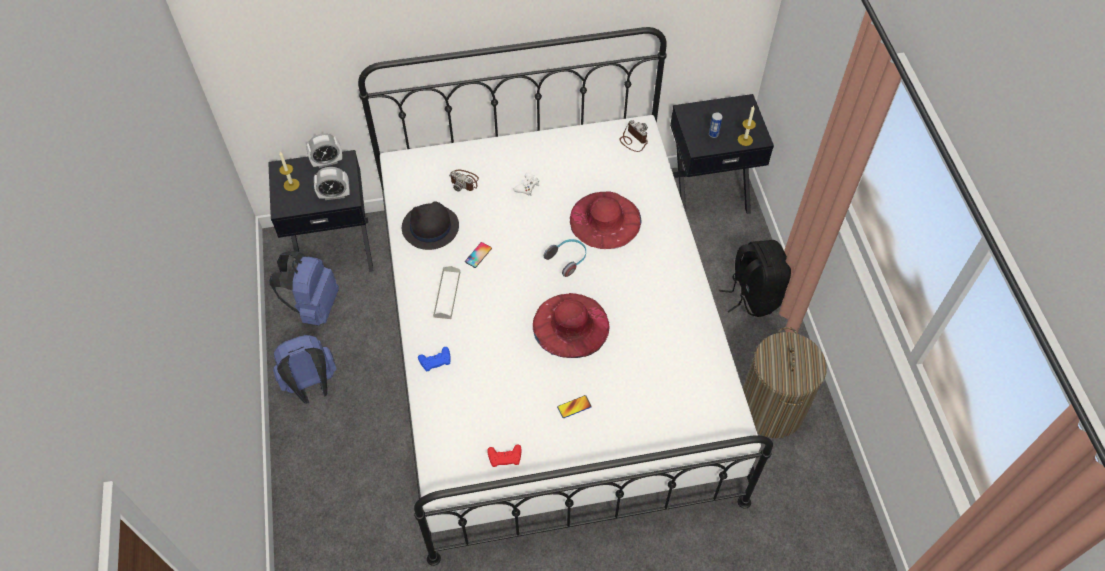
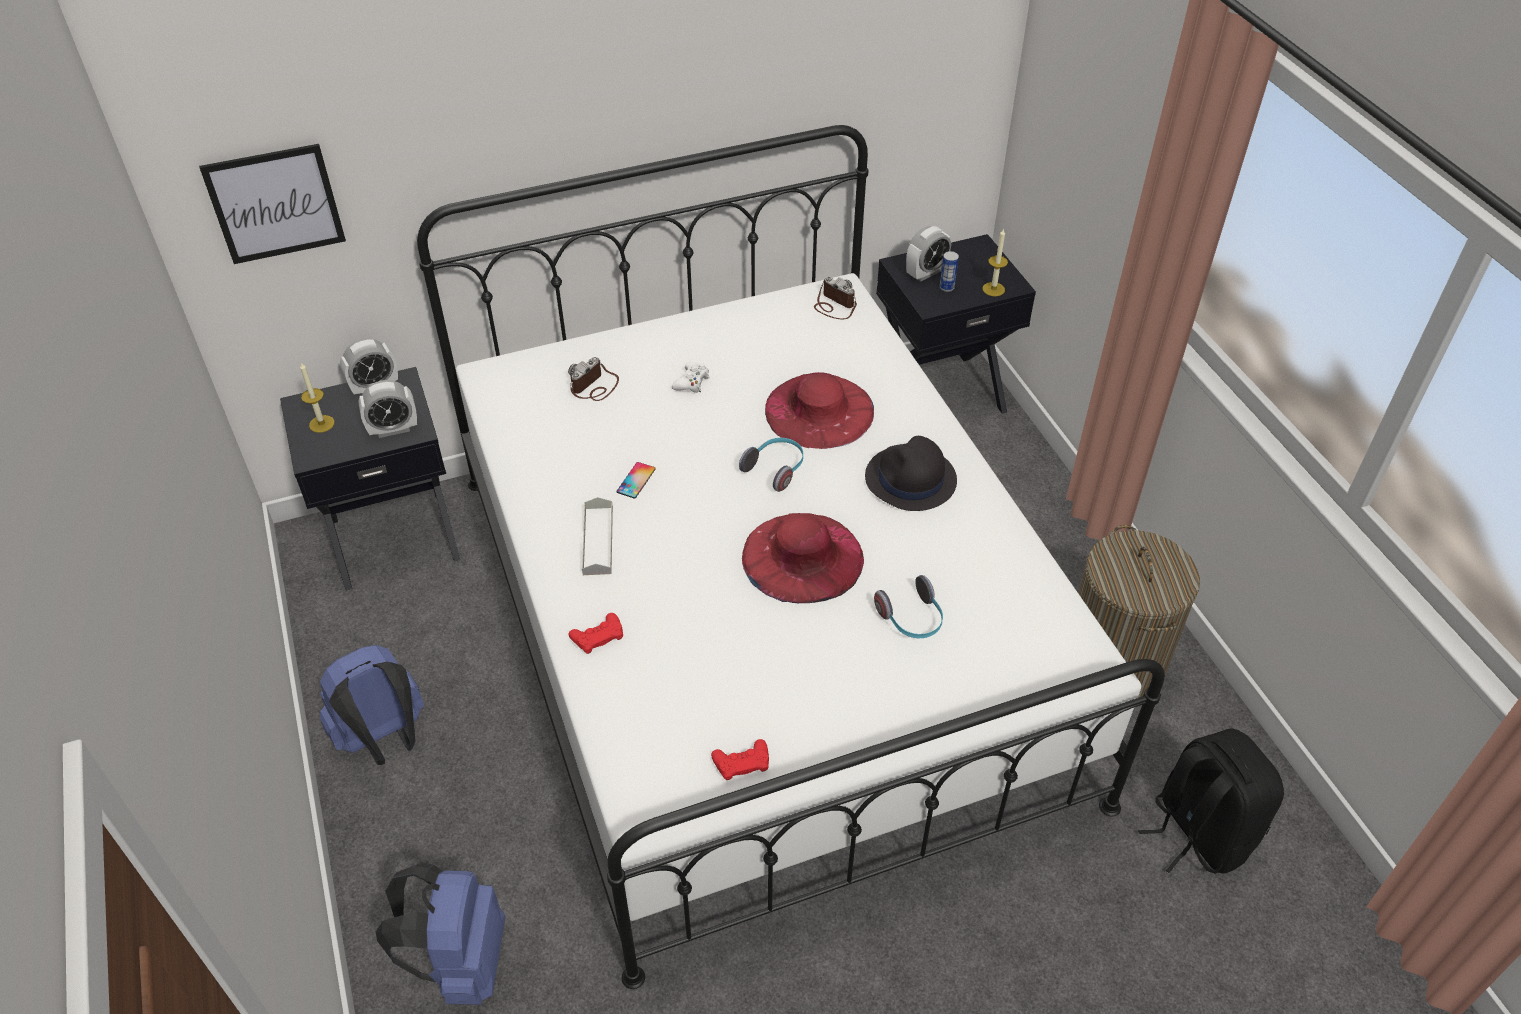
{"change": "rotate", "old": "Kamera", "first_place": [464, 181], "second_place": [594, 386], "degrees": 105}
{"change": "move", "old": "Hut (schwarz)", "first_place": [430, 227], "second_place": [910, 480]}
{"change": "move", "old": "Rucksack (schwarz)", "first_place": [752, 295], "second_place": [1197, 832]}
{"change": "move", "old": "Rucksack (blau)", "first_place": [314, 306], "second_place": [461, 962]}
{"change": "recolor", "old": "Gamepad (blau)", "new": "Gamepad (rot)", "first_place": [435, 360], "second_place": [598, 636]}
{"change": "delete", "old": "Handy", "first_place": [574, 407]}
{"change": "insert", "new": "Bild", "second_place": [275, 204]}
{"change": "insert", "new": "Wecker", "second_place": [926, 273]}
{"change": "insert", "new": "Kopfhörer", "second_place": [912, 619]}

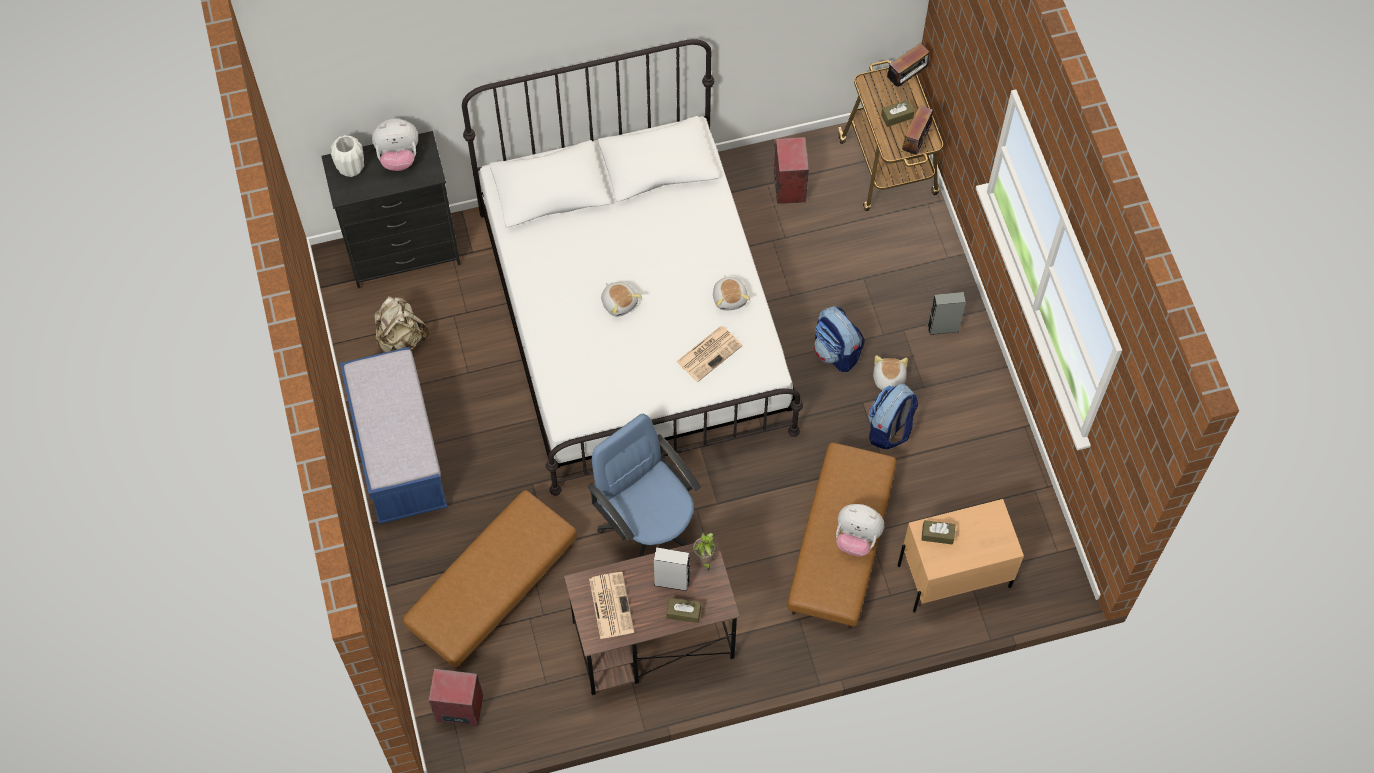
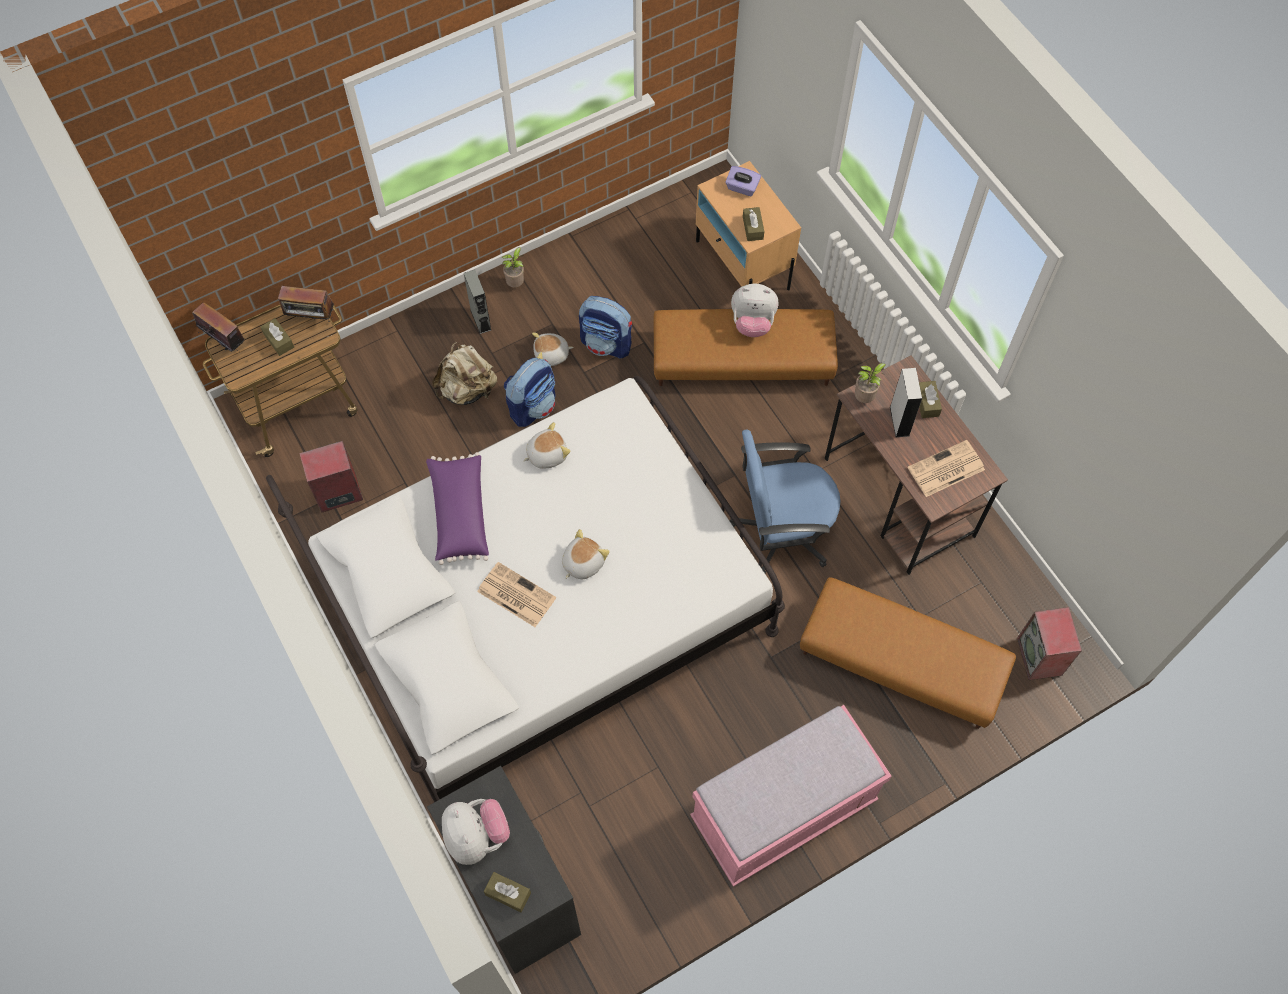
{"change": "replace", "old": "Vase (weiß)", "new": "Taschentuchbox (braun)", "first_place": [351, 168], "second_place": [508, 893]}
{"change": "move", "old": "Rucksack (beige)", "first_place": [401, 338], "second_place": [467, 390]}
{"change": "move", "old": "Zeitung", "first_place": [709, 353], "second_place": [515, 594]}
{"change": "recolor", "old": "Bank (blau)", "new": "Bank (rosa)", "first_place": [399, 455], "second_place": [783, 810]}
{"change": "rotate", "old": "Bürostuhl (blau)", "first_place": [649, 526], "second_place": [780, 531], "degrees": 45}
{"change": "rotate", "old": "Plüschtier", "first_place": [856, 538], "second_place": [752, 323], "degrees": 90}
{"change": "insert", "new": "Taschentuchbox (lila)", "second_place": [742, 188]}
{"change": "insert", "new": "Topfpflanze", "second_place": [516, 283]}
{"change": "insert", "new": "Kissen (lila)", "second_place": [459, 514]}

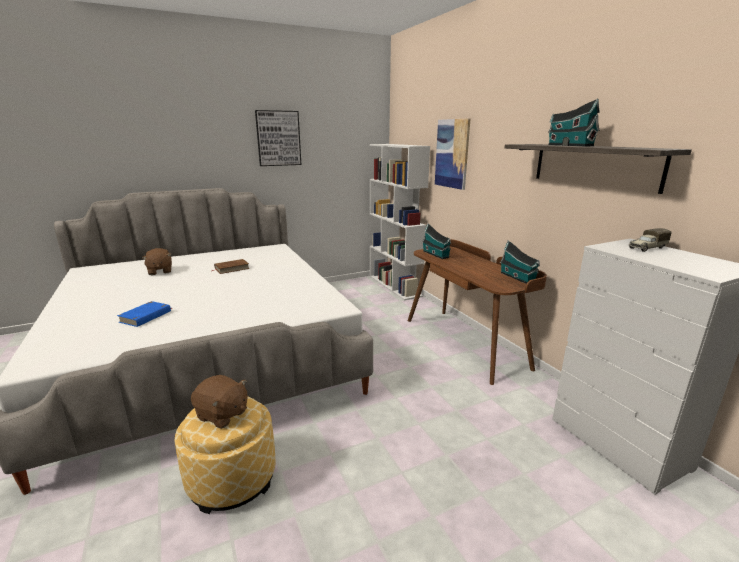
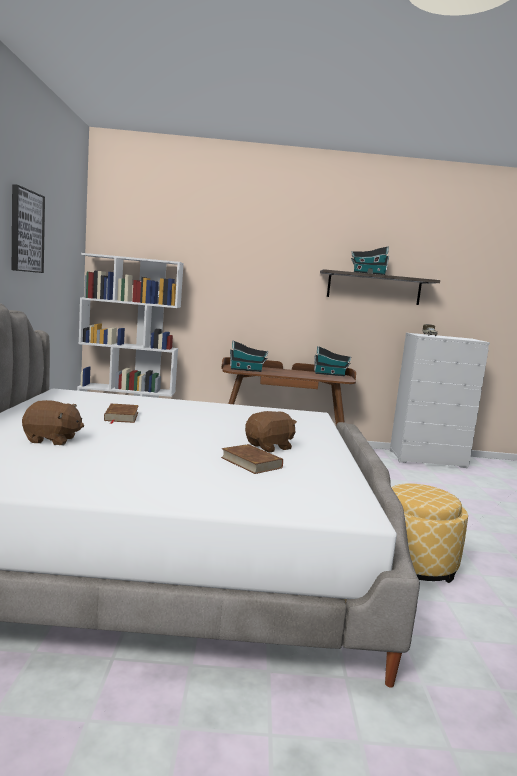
{"change": "delete", "old": "Bild", "first_place": [452, 153]}
{"change": "recolor", "old": "Buch (blau)", "new": "Buch (braun)", "first_place": [146, 316], "second_place": [251, 462]}
{"change": "move", "old": "Plüschtier (braun)", "first_place": [222, 415], "second_place": [269, 447]}

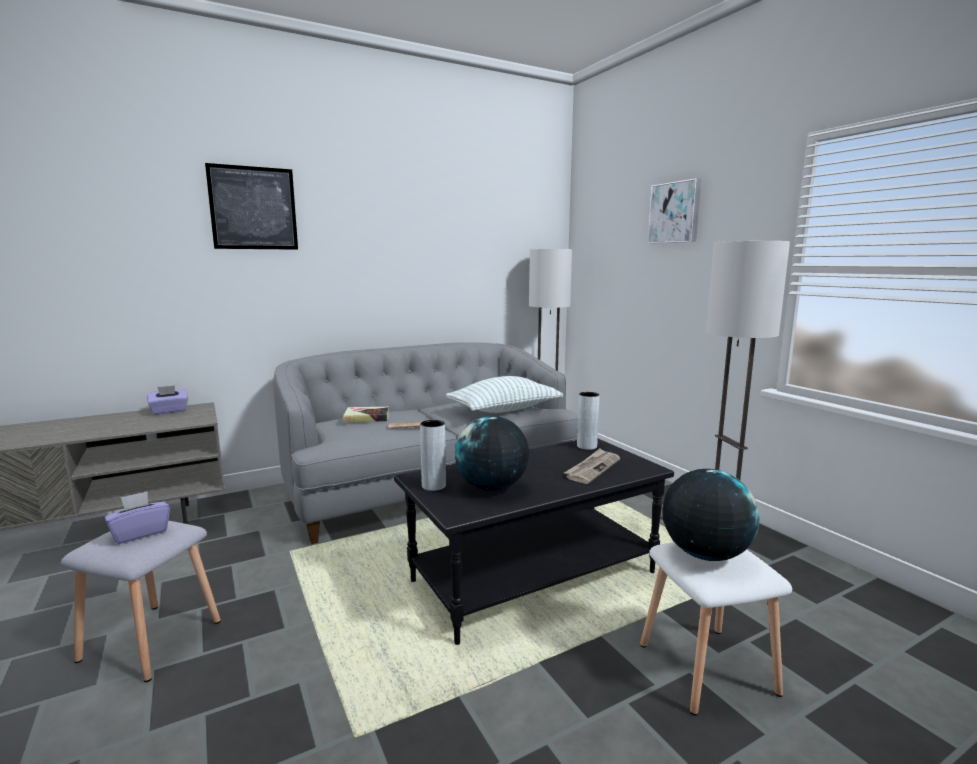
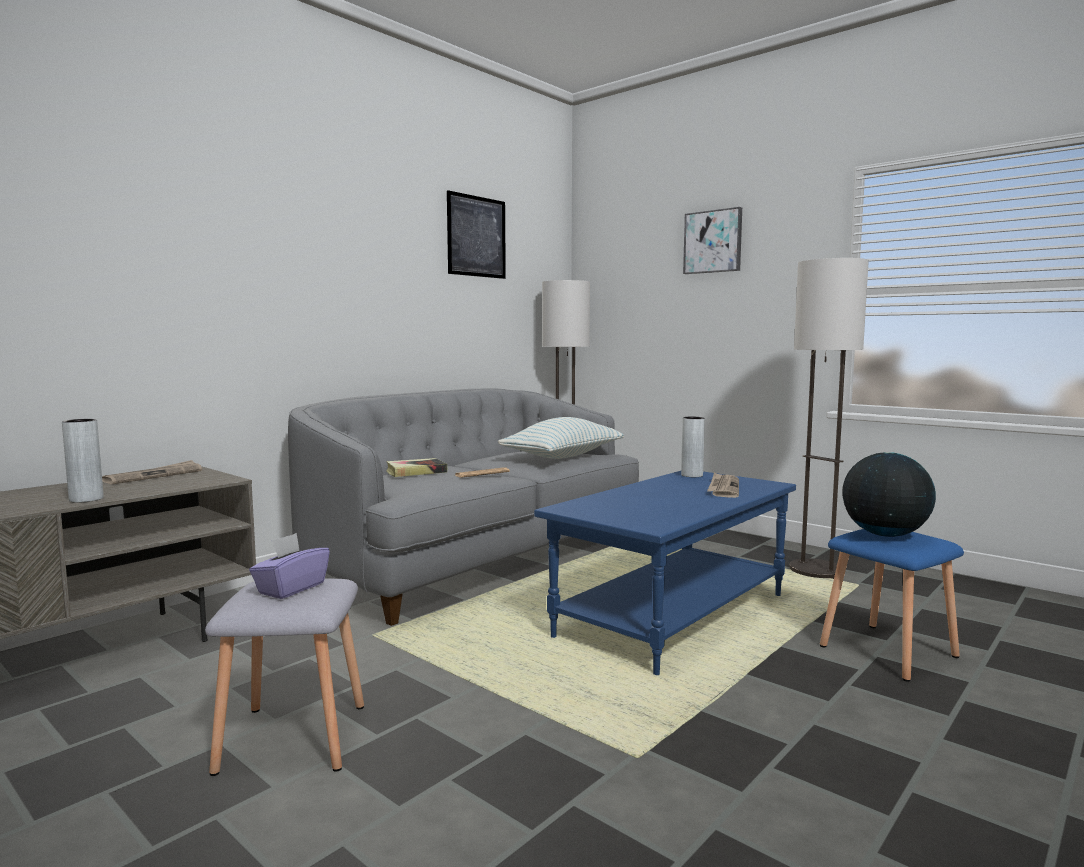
{"change": "move", "old": "Bild", "first_place": [253, 208], "second_place": [476, 236]}
{"change": "replace", "old": "Taschentuchbox (lila)", "new": "Zeitung", "first_place": [169, 411], "second_place": [154, 475]}
{"change": "delete", "old": "Globus", "first_place": [492, 487]}
{"change": "move", "old": "Vase (grau)", "first_place": [433, 486], "second_place": [86, 499]}
{"change": "recolor", "old": "Couchtisch (schwarz)", "new": "Couchtisch (blau)", "first_place": [533, 576], "second_place": [672, 615]}
{"change": "recolor", "old": "Hocker (weiß)", "new": "Hocker (blau)", "first_place": [705, 669], "second_place": [888, 652]}

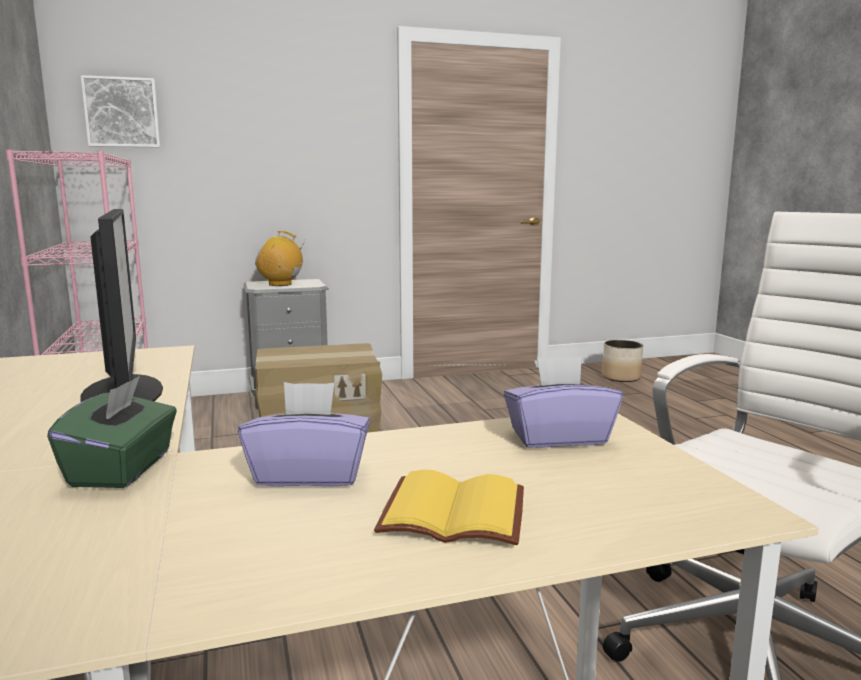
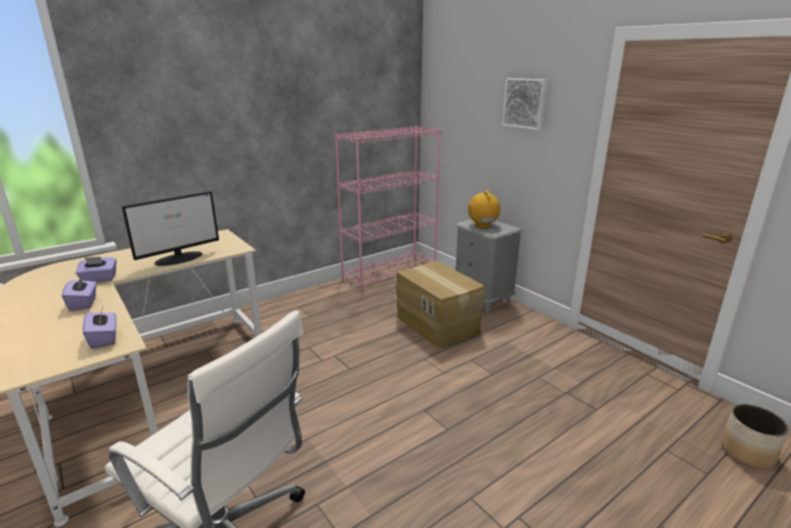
{"change": "move", "old": "Bild", "first_place": [122, 112], "second_place": [525, 103]}
{"change": "recolor", "old": "Taschentuchbox (grün)", "new": "Taschentuchbox (lila)", "first_place": [123, 469], "second_place": [99, 279]}
{"change": "delete", "old": "Buch (gelb)", "first_place": [456, 511]}

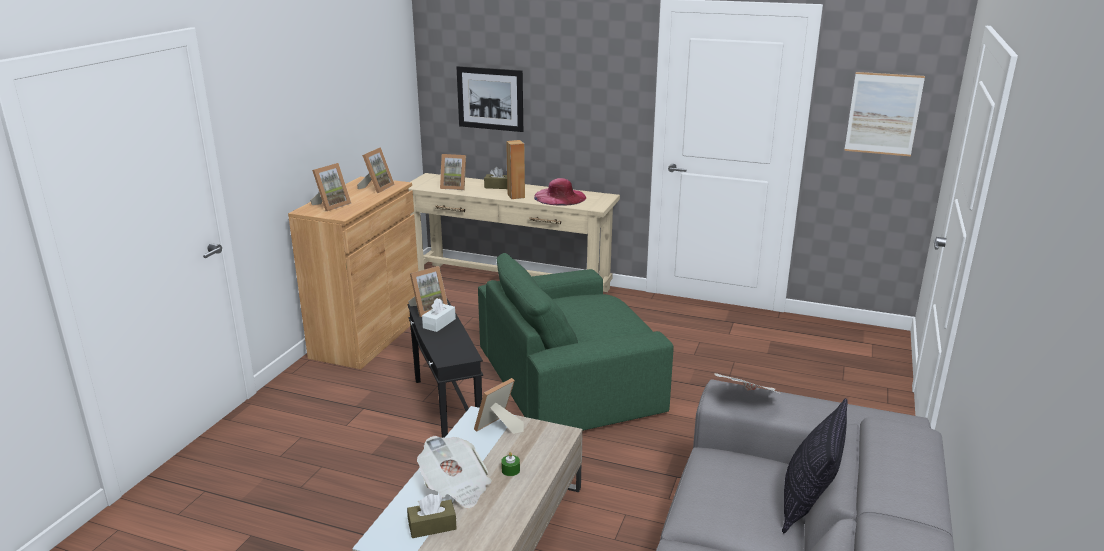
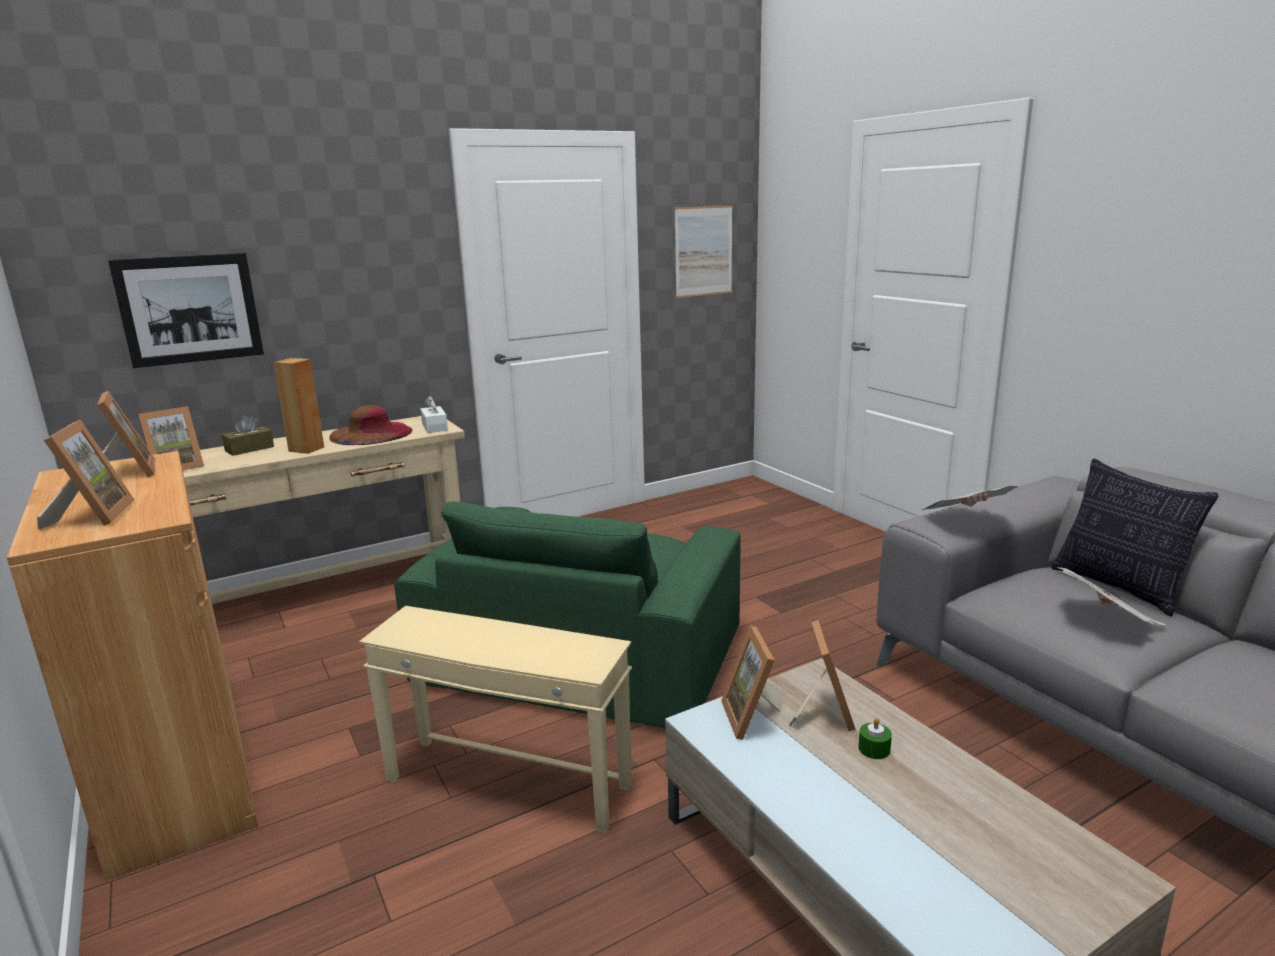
{"change": "recolor", "old": "Hut (rosa)", "new": "Hut (braun)", "first_place": [560, 197], "second_place": [371, 433]}
{"change": "move", "old": "Bilderrahmen", "first_place": [428, 309], "second_place": [822, 712]}
{"change": "move", "old": "Taschentuchbox (weiß)", "first_place": [439, 323], "second_place": [434, 427]}
{"change": "recolor", "old": "Beistelltisch (schwarz)", "new": "Beistelltisch (beige)", "first_place": [446, 409], "second_place": [506, 784]}
{"change": "move", "old": "Zeitung", "first_place": [455, 487], "second_place": [1107, 621]}
{"change": "delete", "old": "Taschentuchbox (braun)", "first_place": [432, 526]}

